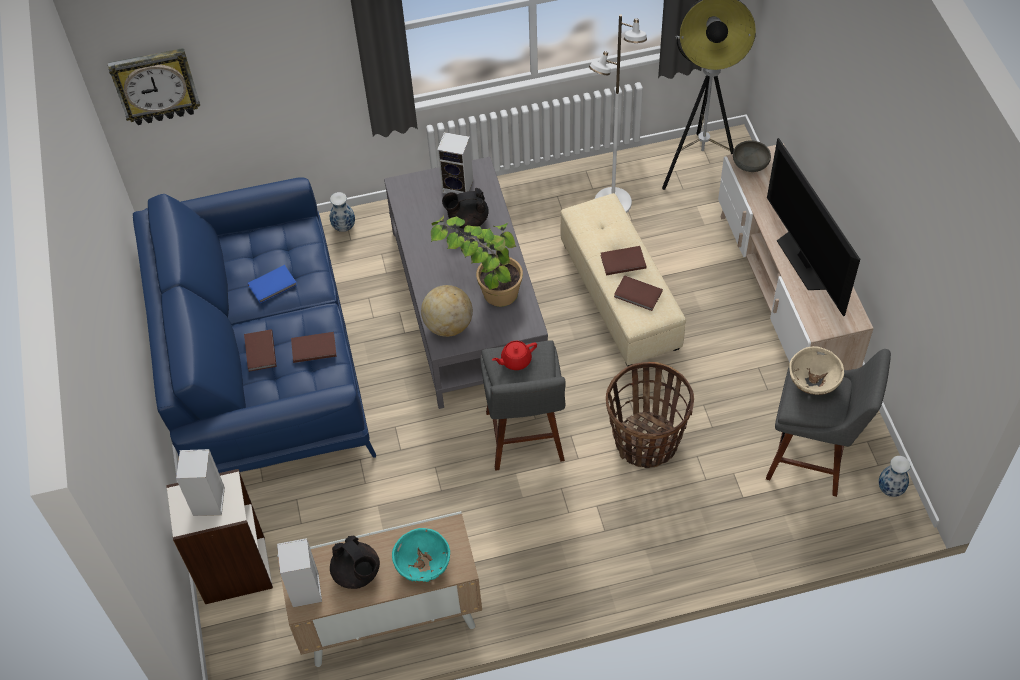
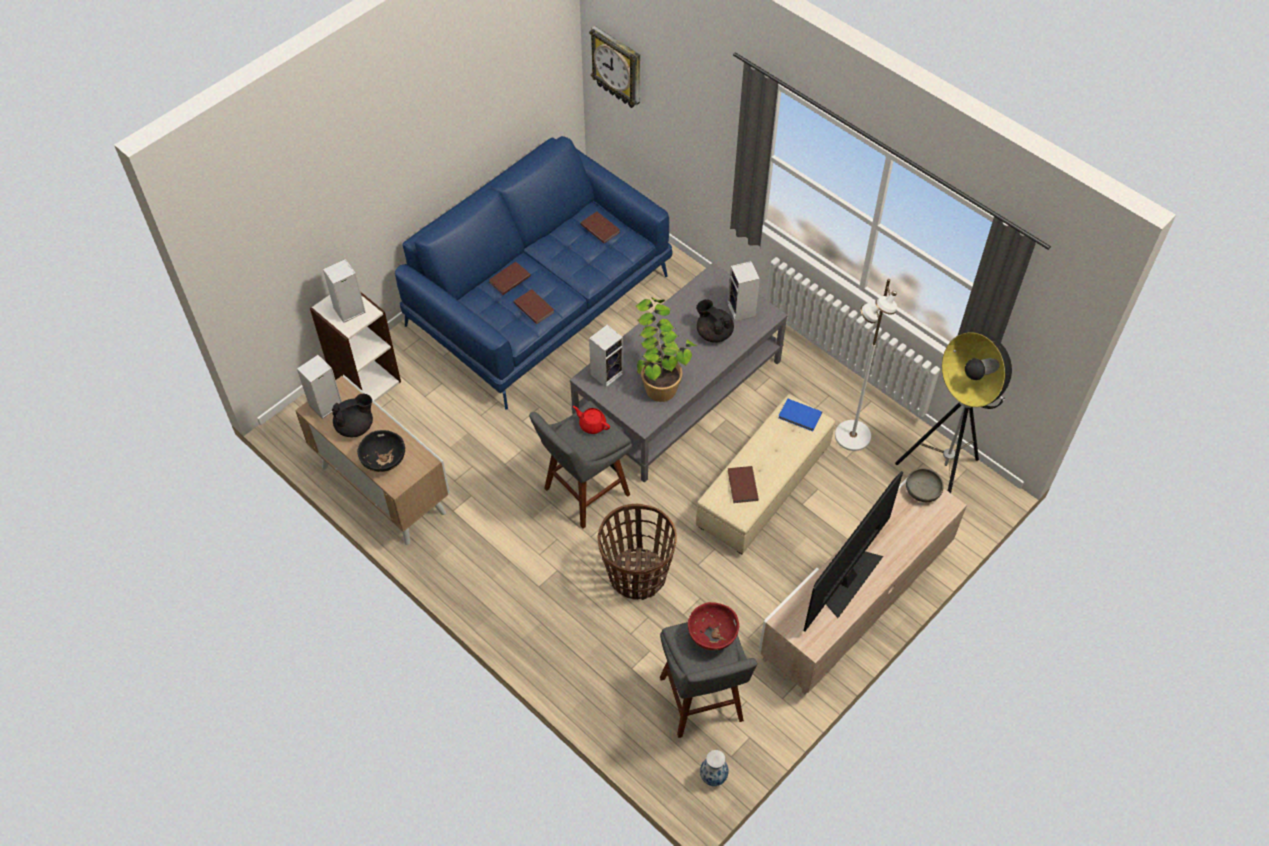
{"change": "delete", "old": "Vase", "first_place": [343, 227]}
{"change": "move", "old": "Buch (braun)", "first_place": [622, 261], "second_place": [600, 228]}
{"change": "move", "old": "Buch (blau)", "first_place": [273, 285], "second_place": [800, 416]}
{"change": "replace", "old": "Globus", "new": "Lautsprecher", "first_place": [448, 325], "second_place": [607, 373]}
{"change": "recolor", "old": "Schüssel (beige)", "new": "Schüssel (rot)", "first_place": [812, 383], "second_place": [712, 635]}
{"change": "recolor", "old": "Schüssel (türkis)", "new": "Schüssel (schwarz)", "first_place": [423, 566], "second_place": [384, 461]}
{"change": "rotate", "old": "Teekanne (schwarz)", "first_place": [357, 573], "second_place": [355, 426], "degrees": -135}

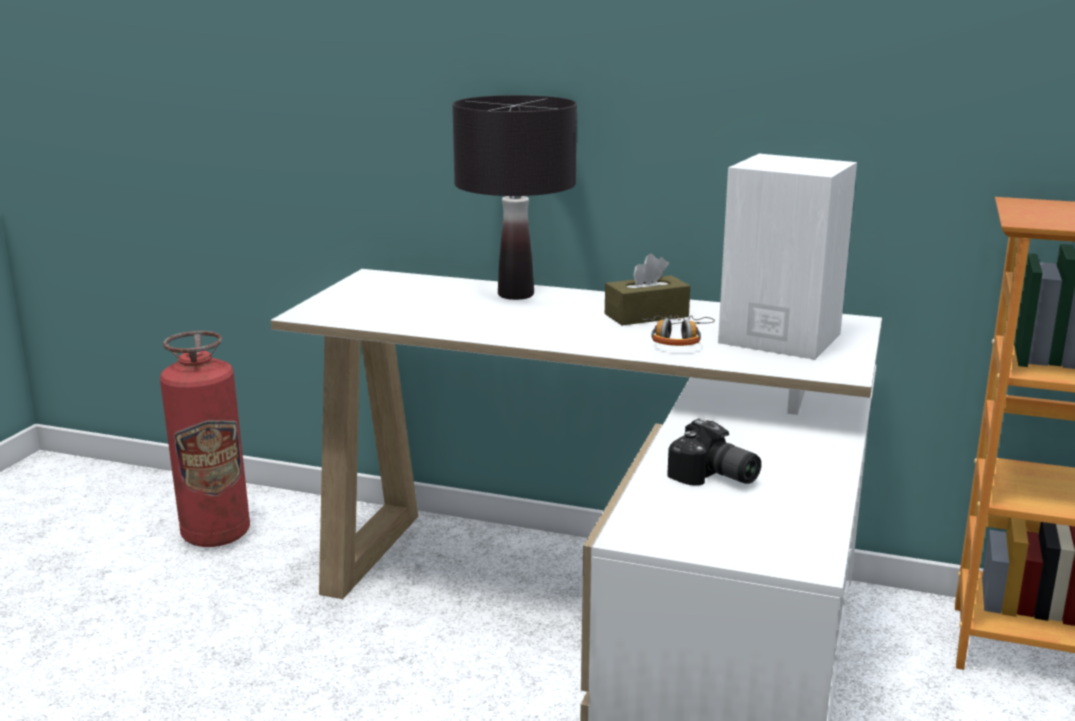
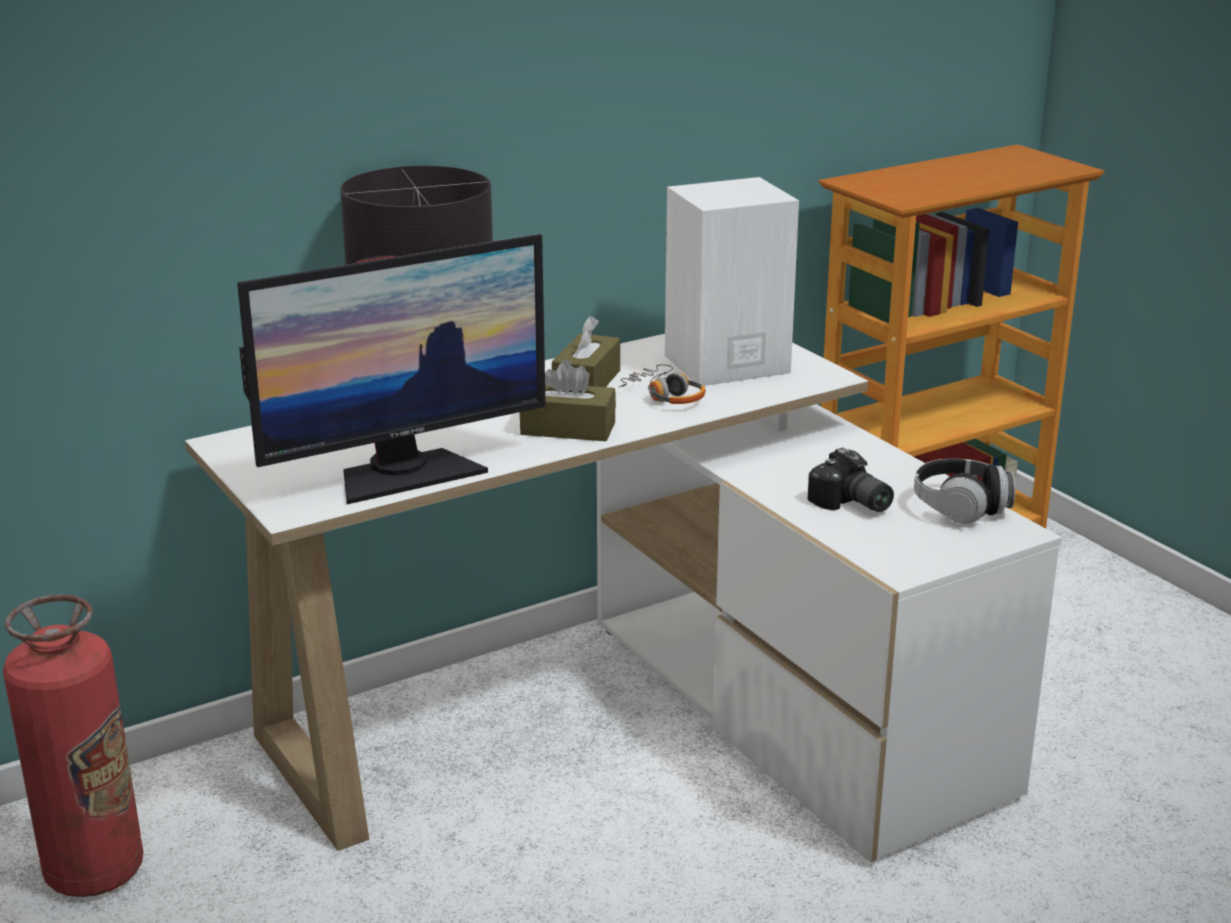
{"change": "rotate", "old": "Kamera", "first_place": [713, 478], "second_place": [850, 504], "degrees": 60}
{"change": "insert", "new": "Monitor", "second_place": [403, 473]}
{"change": "insert", "new": "Taschentuchbox (braun)", "second_place": [568, 429]}
{"change": "insert", "new": "Kopfhörer", "second_place": [960, 508]}

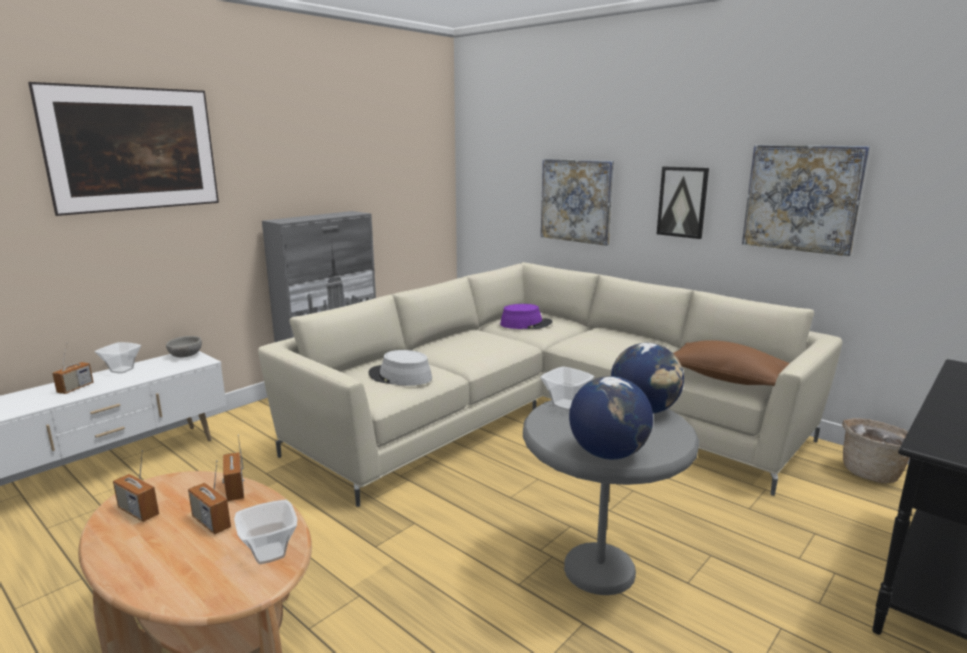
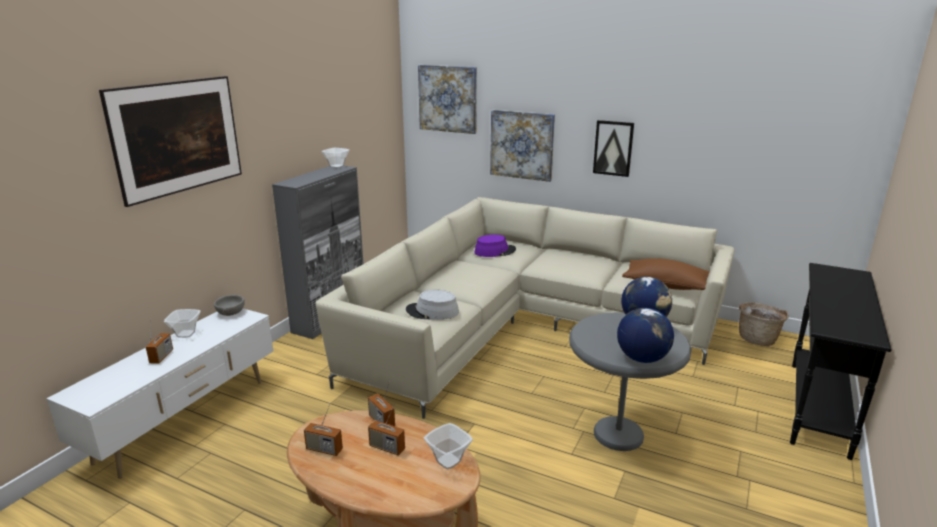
{"change": "move", "old": "Bild", "first_place": [802, 198], "second_place": [448, 99]}
{"change": "move", "old": "Schüssel", "first_place": [567, 405], "second_place": [337, 166]}

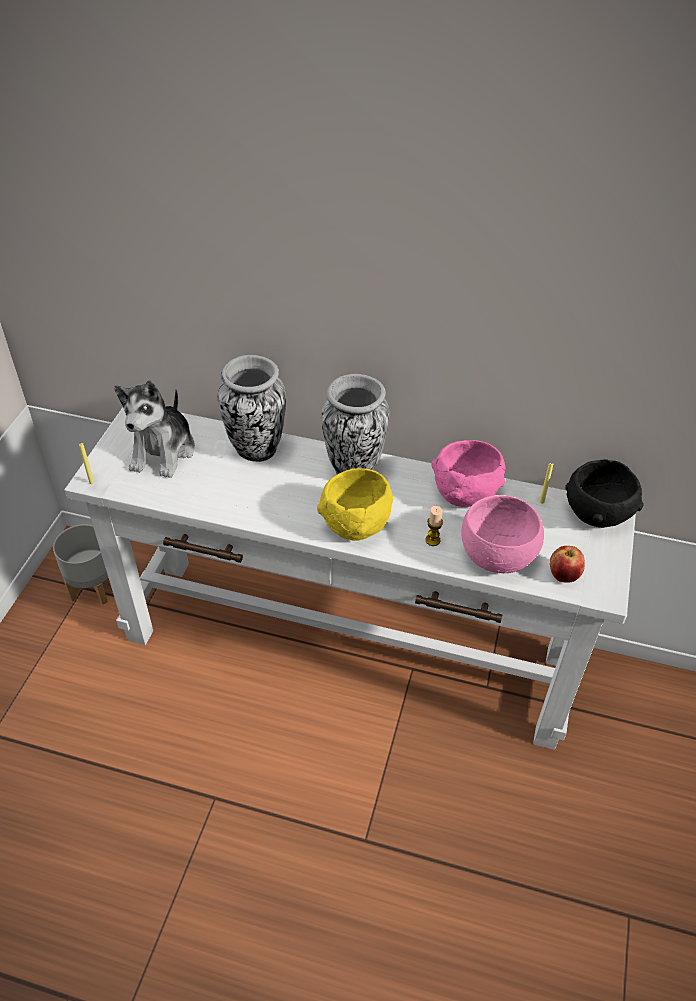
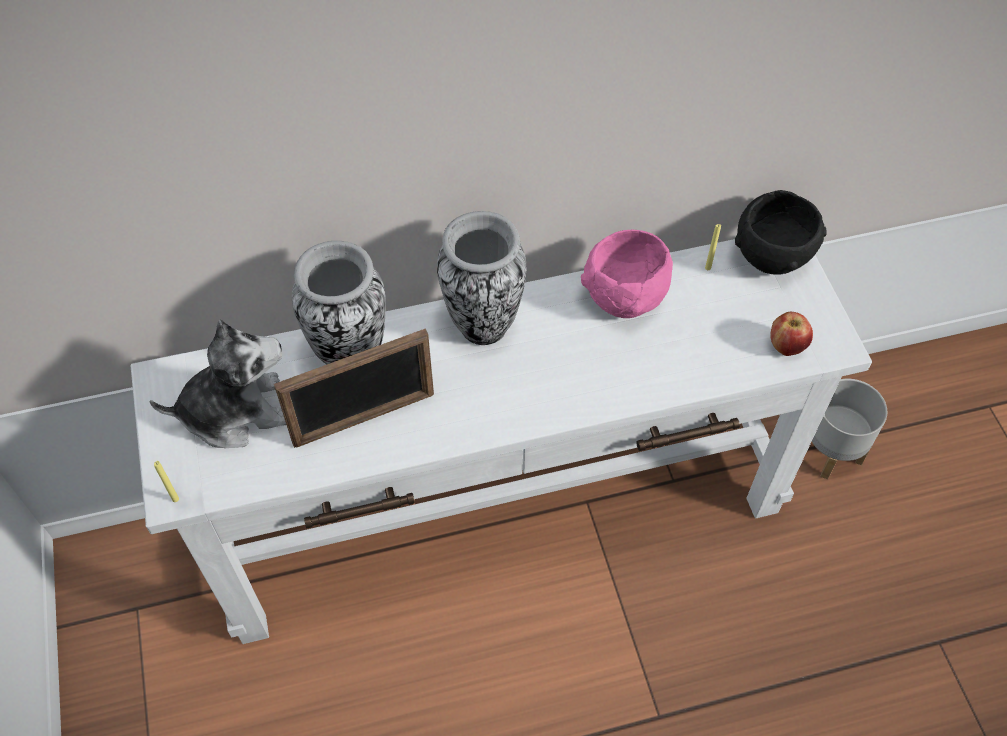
{"change": "rotate", "old": "Plüschtier", "first_place": [163, 451], "second_place": [235, 411], "degrees": -90}
{"change": "delete", "old": "Schüssel (gelb)", "first_place": [356, 525]}
{"change": "delete", "old": "Schüssel (rosa)", "first_place": [498, 556]}
{"change": "delete", "old": "Kerze", "first_place": [432, 540]}
{"change": "move", "old": "Pflanzkübel (grau)", "first_place": [93, 588], "second_place": [831, 453]}
{"change": "insert", "new": "Bilderrahmen", "second_place": [364, 419]}

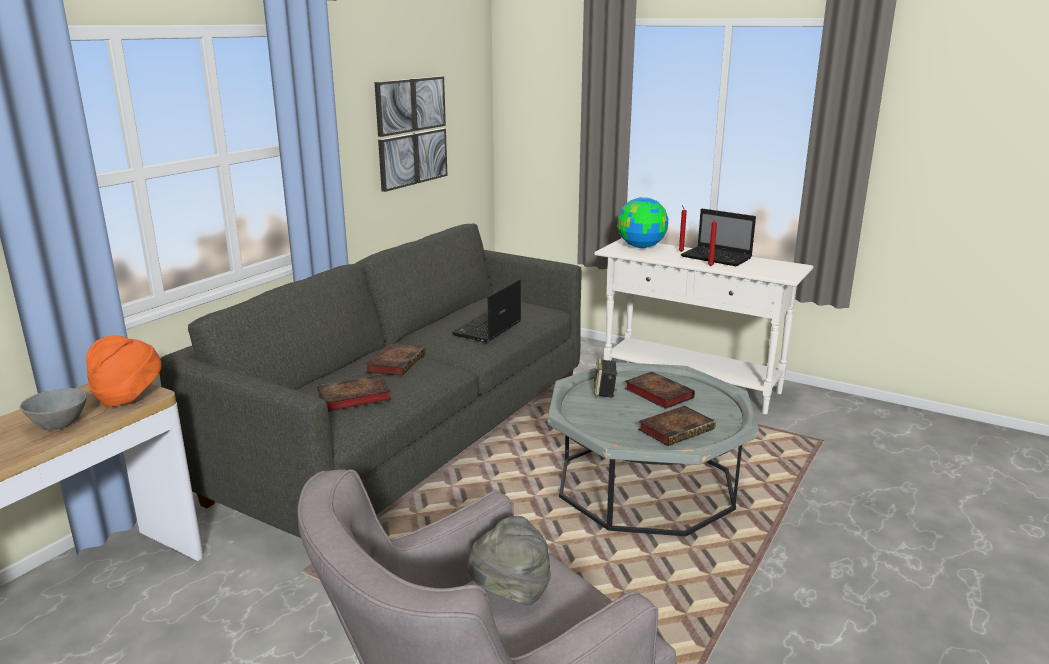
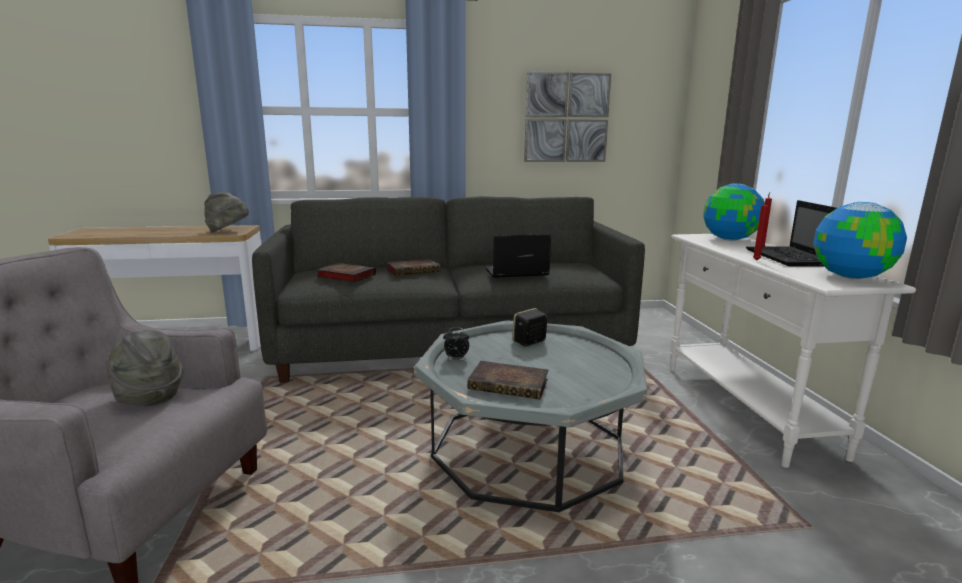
{"change": "recolor", "old": "Hut (orange)", "new": "Hut (grau)", "first_place": [129, 397], "second_place": [228, 231]}
{"change": "delete", "old": "Buch", "first_place": [657, 393]}
{"change": "delete", "old": "Schüssel (grau)", "first_place": [60, 425]}
{"change": "insert", "new": "Globus", "second_place": [850, 276]}
{"change": "insert", "new": "Wecker", "second_place": [456, 359]}

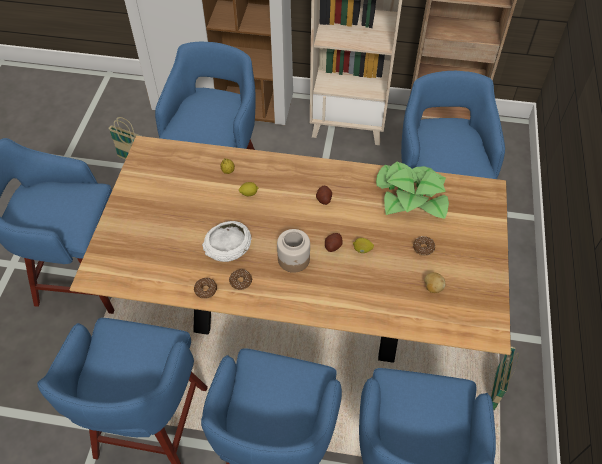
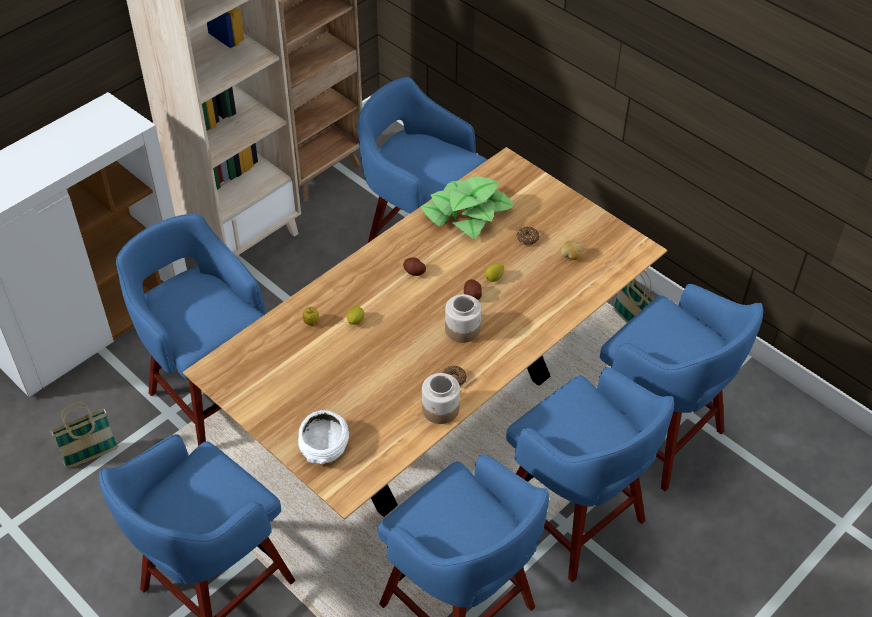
{"change": "move", "old": "Schüssel (weiß)", "first_place": [229, 248], "second_place": [324, 445]}
{"change": "replace", "old": "Donut", "new": "Vorratsglas", "first_place": [205, 290], "second_place": [440, 409]}

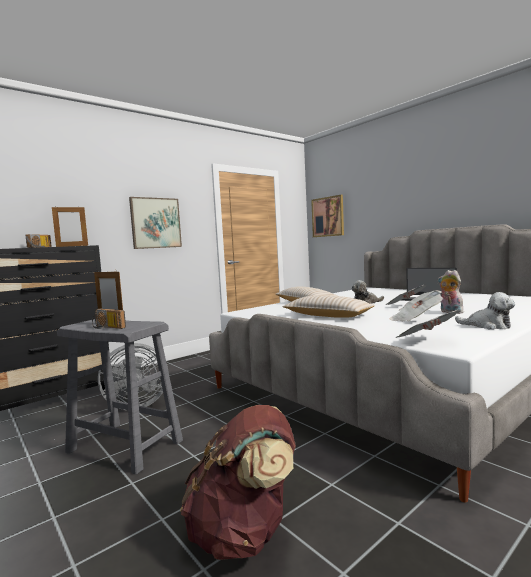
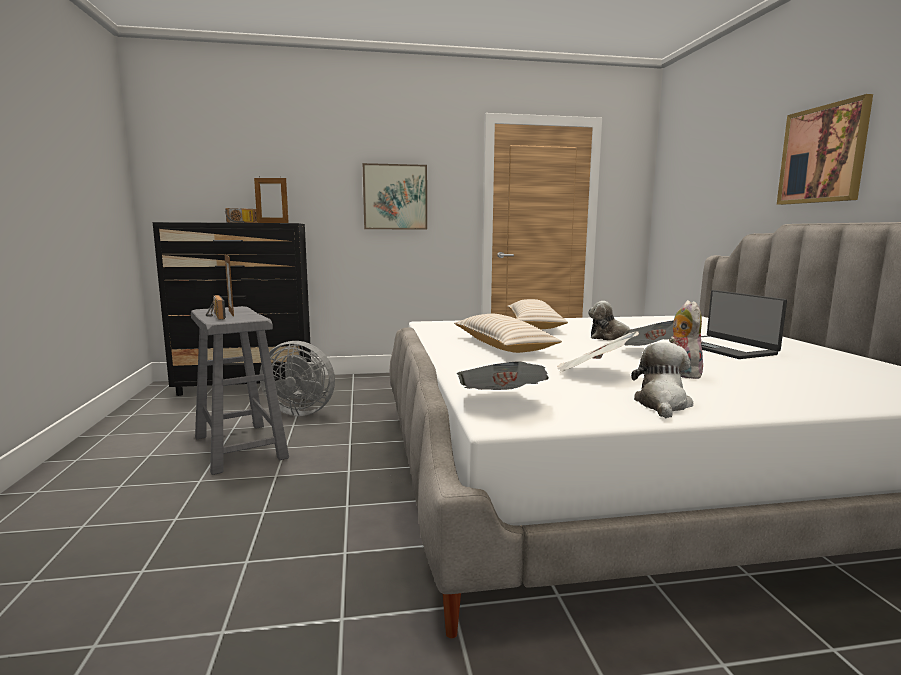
{"change": "move", "old": "Bild", "first_place": [328, 216], "second_place": [823, 154]}
{"change": "rotate", "old": "Plüschtier", "first_place": [488, 326], "second_place": [662, 404], "degrees": -135}
{"change": "delete", "old": "Rucksack (braun)", "first_place": [244, 532]}

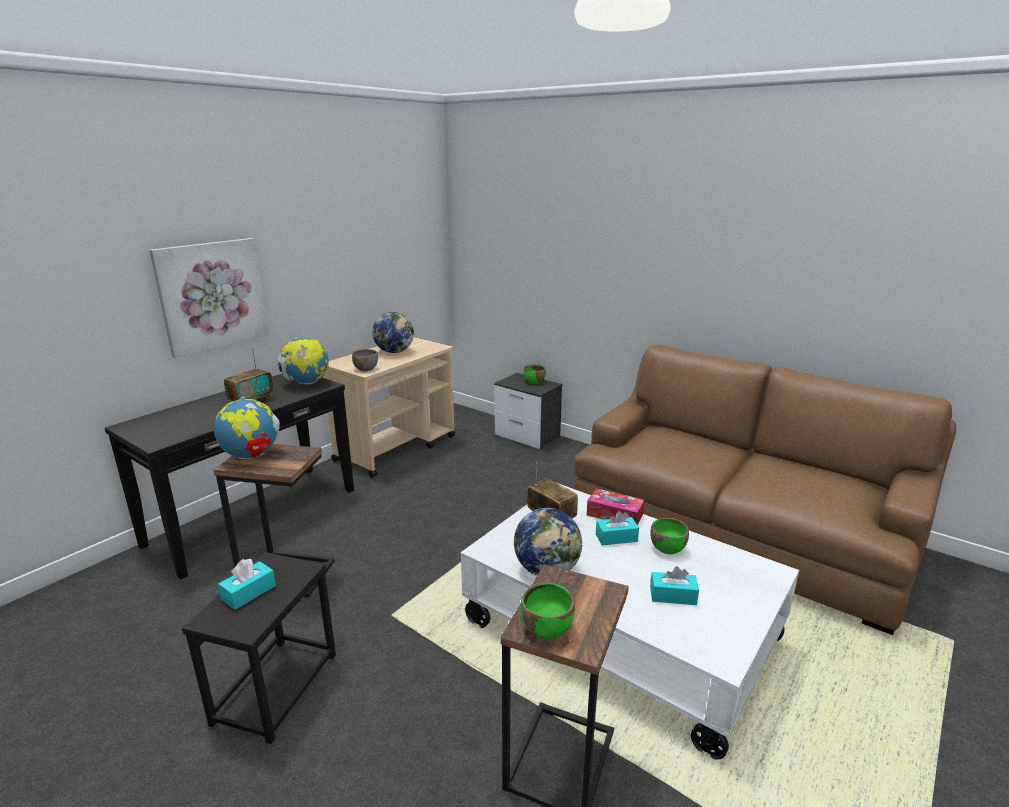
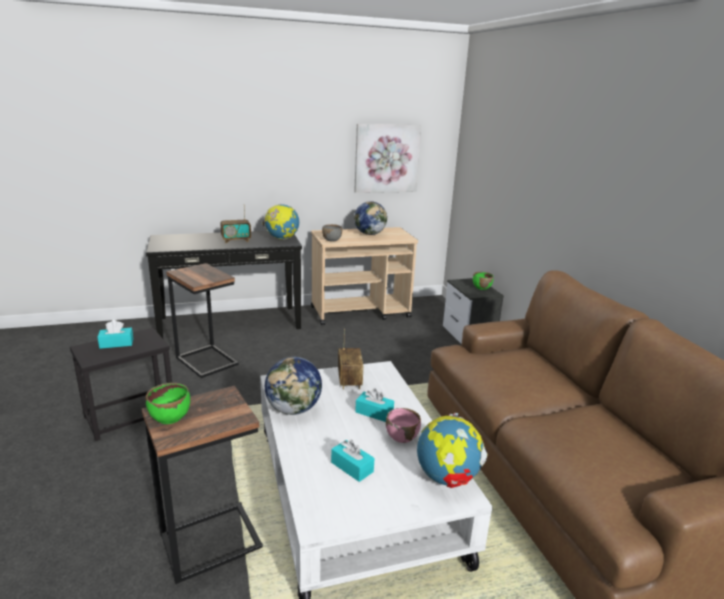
{"change": "move", "old": "Bild", "first_place": [212, 295], "second_place": [386, 158]}
{"change": "move", "old": "Globus", "first_place": [251, 456], "second_place": [447, 478]}
{"change": "delete", "old": "Taschentuchbox", "first_place": [614, 515]}
{"change": "recolor", "old": "Schüssel (grün)", "new": "Schüssel (rosa)", "first_place": [667, 548], "second_place": [402, 436]}

